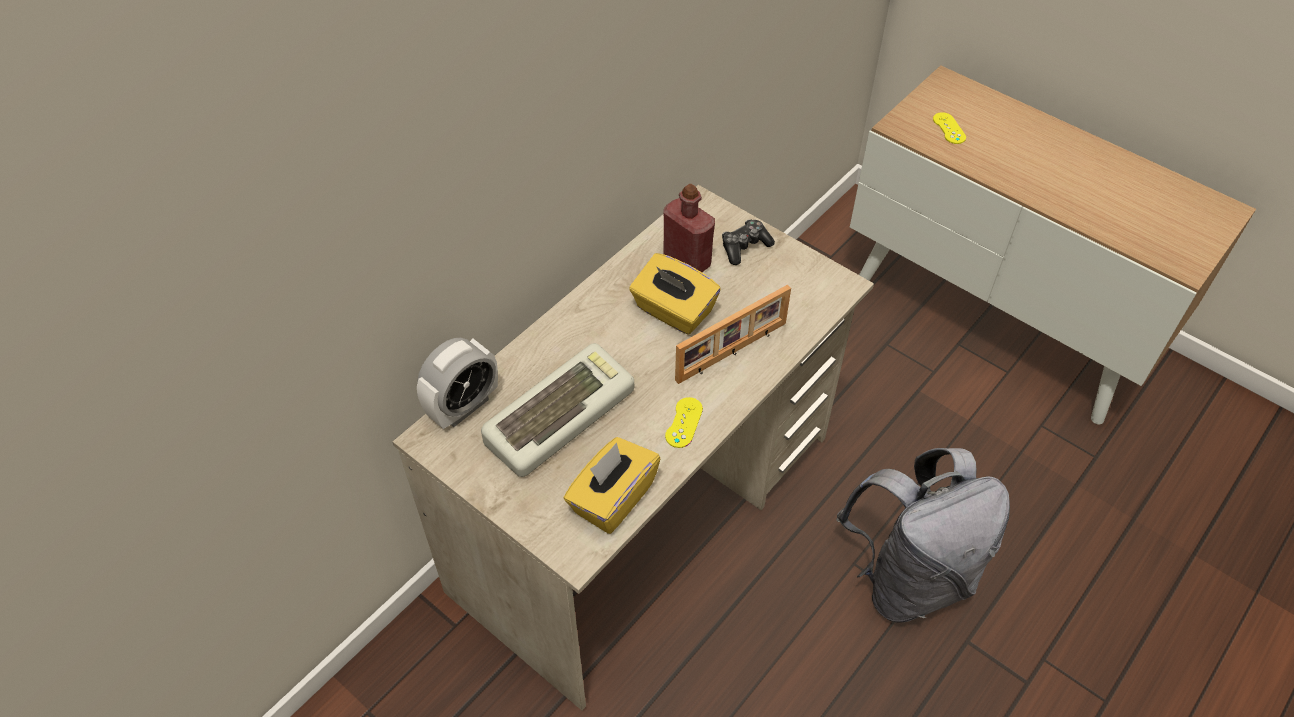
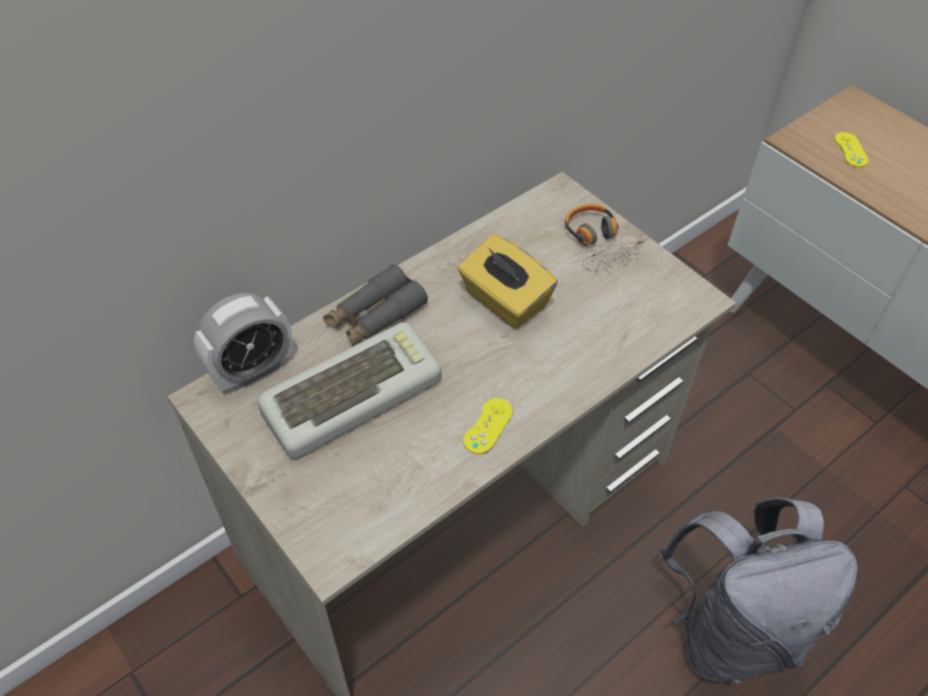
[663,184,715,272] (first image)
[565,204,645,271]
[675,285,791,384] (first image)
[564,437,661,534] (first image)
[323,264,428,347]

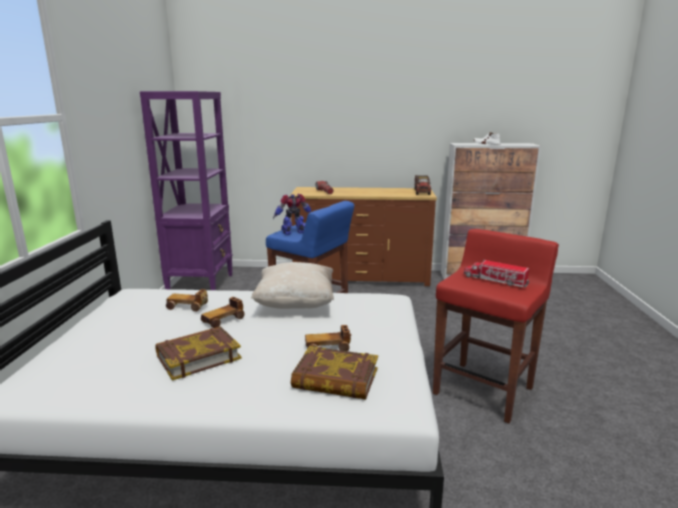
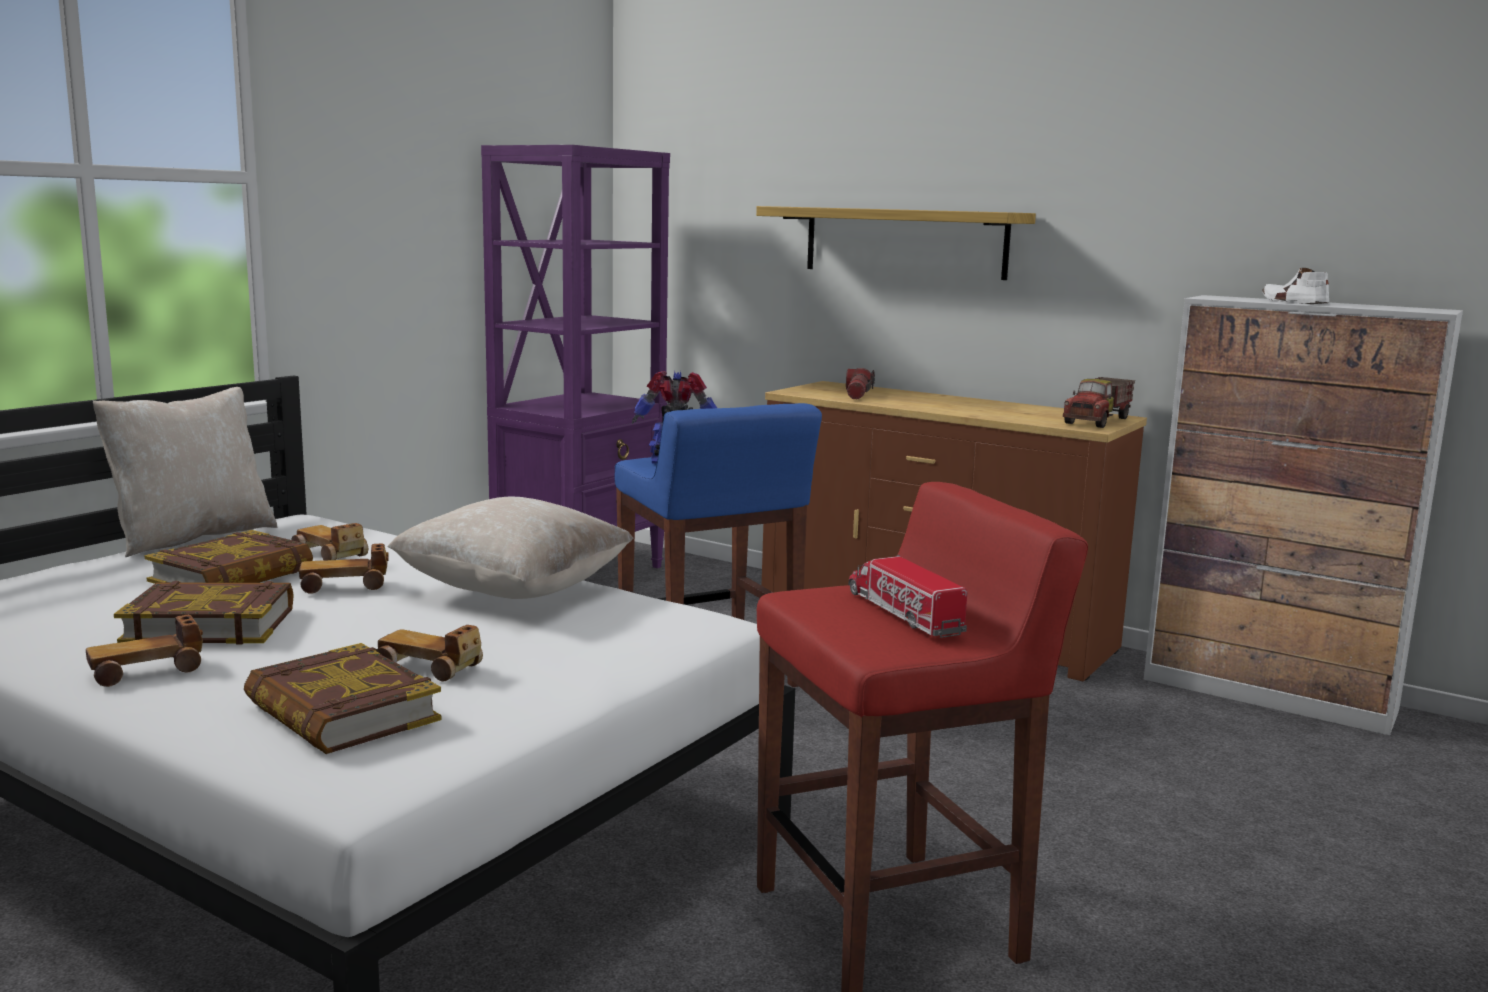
[756,206,1036,280]
[92,387,277,557]
[144,530,313,584]
[86,615,203,687]

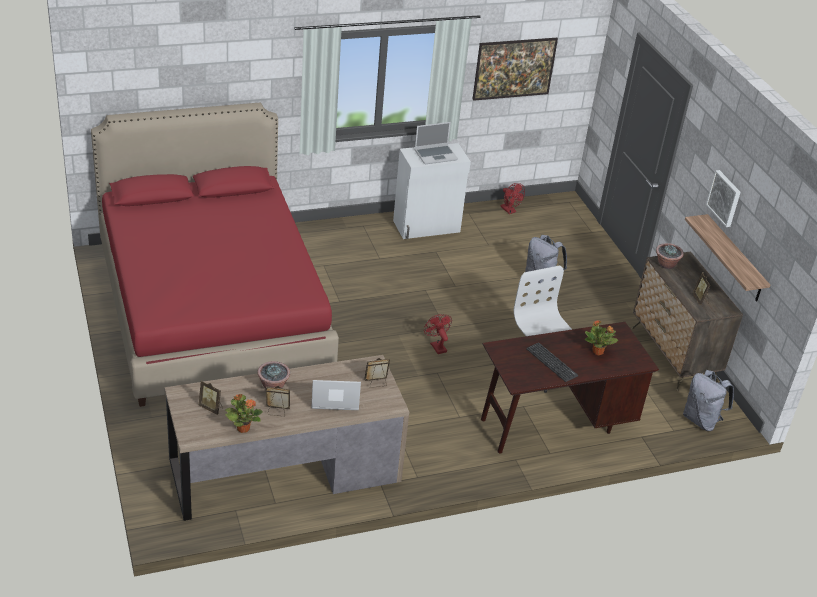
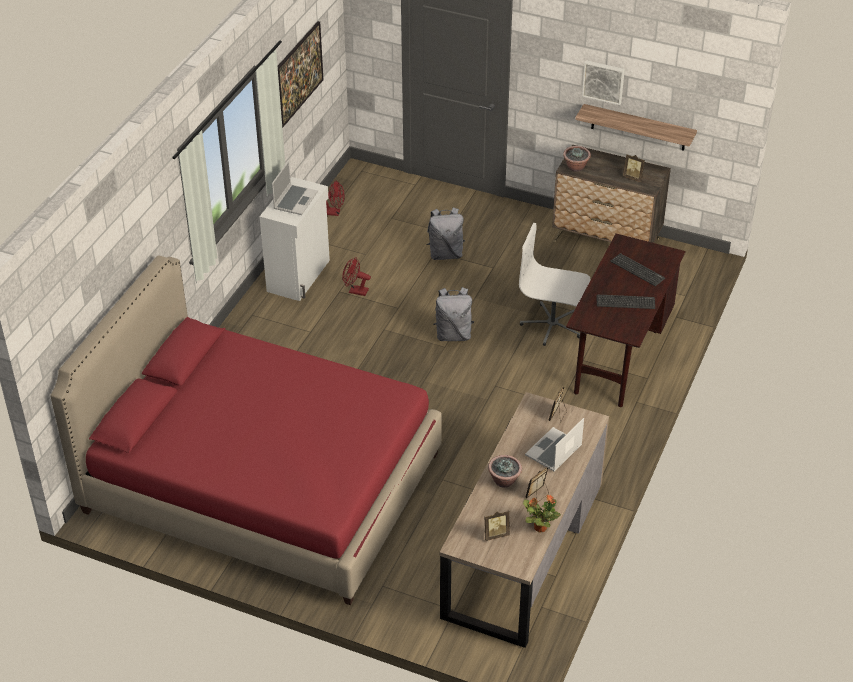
[342,257,371,296]
[610,253,665,286]
[433,287,474,341]

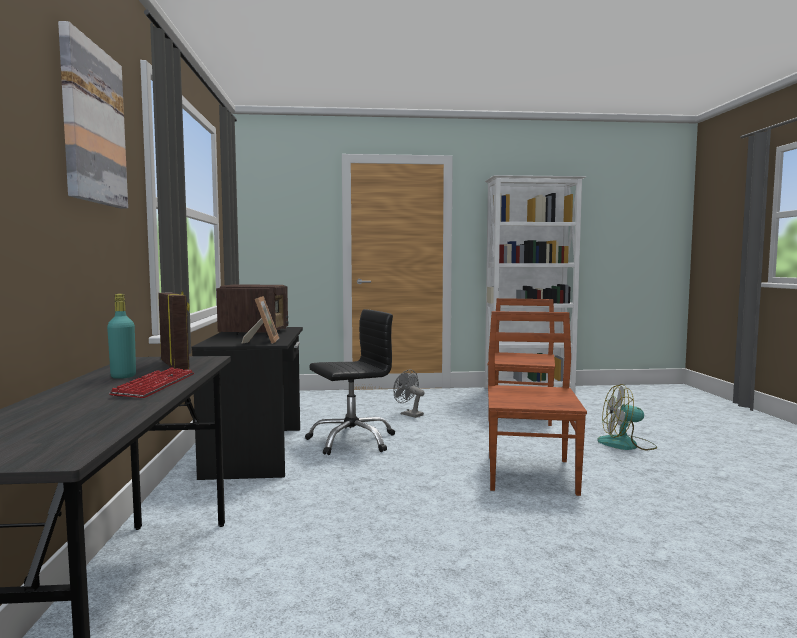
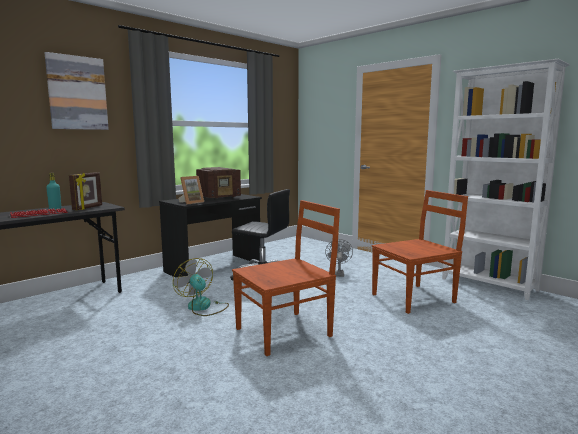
[173,258,229,316]

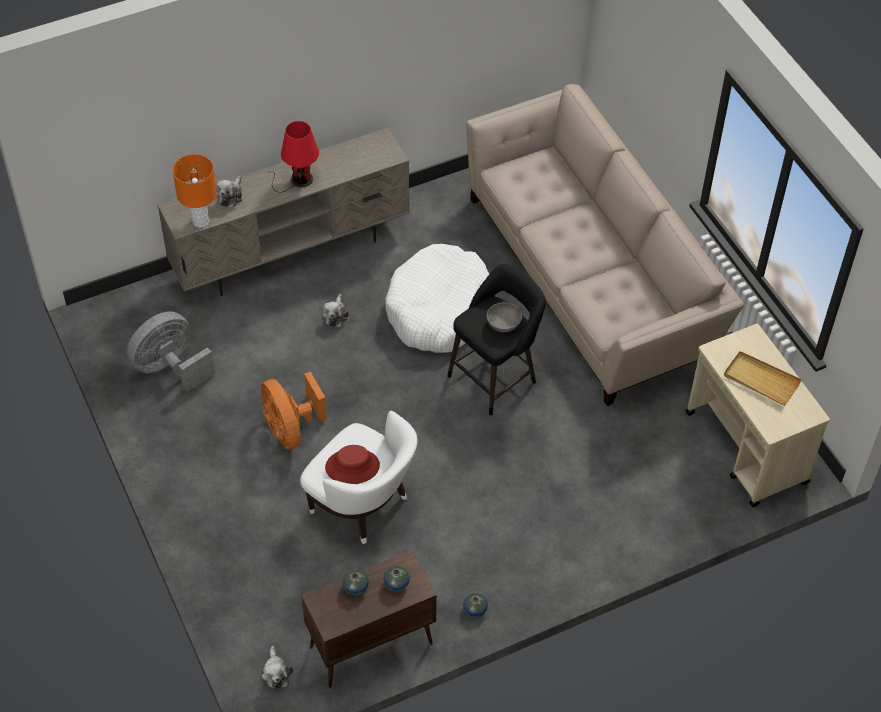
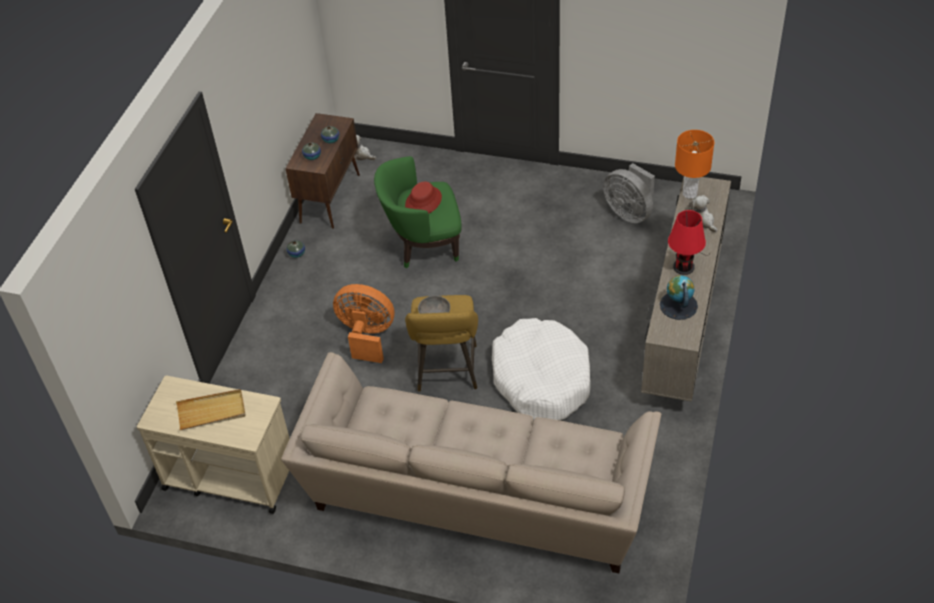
[405,295,478,392]
[323,294,349,327] (first image)
[603,163,655,223]
[333,284,394,363]
[374,156,462,268]
[660,275,698,320]

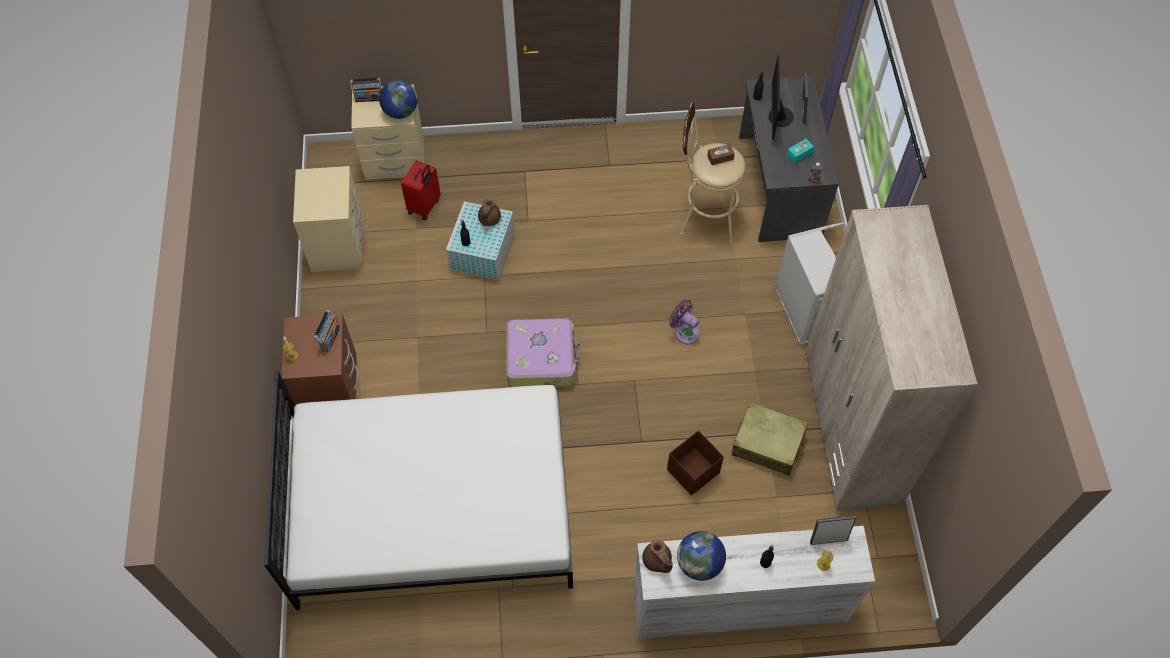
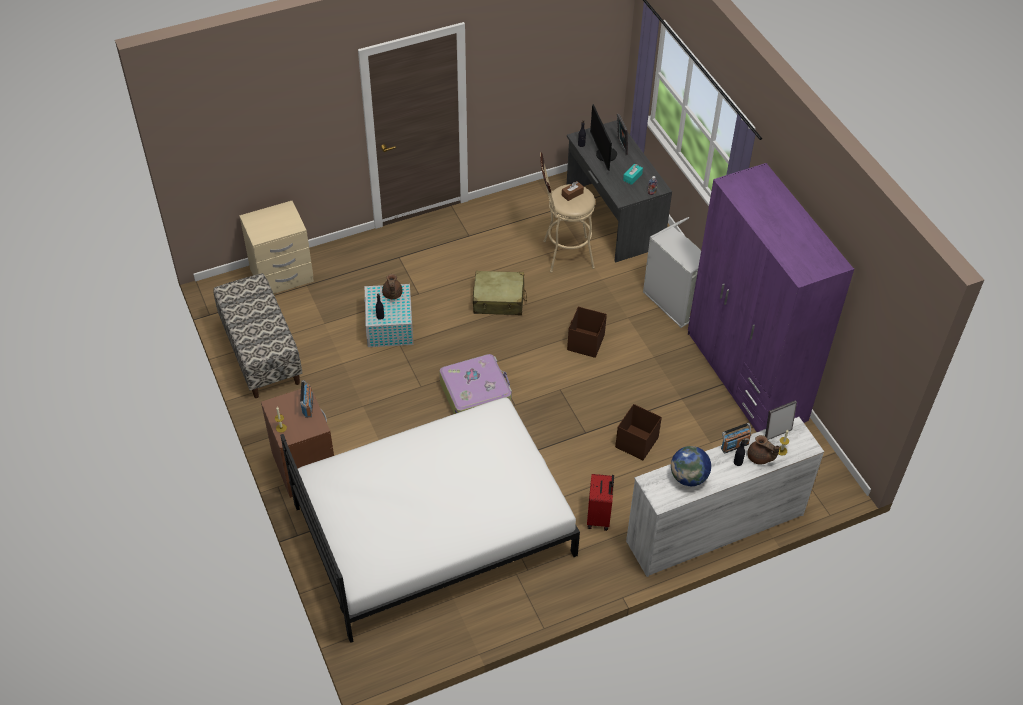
[721,423,751,454]
[379,80,418,119] (first image)
[587,474,614,531]
[213,273,302,398]
[688,163,854,432]
[567,307,607,358]
[473,271,527,315]
[747,435,780,465]

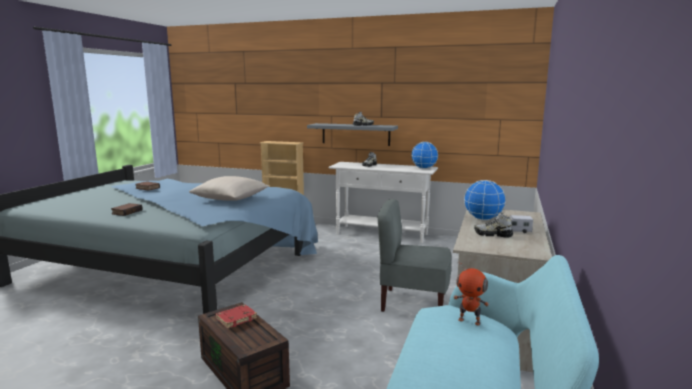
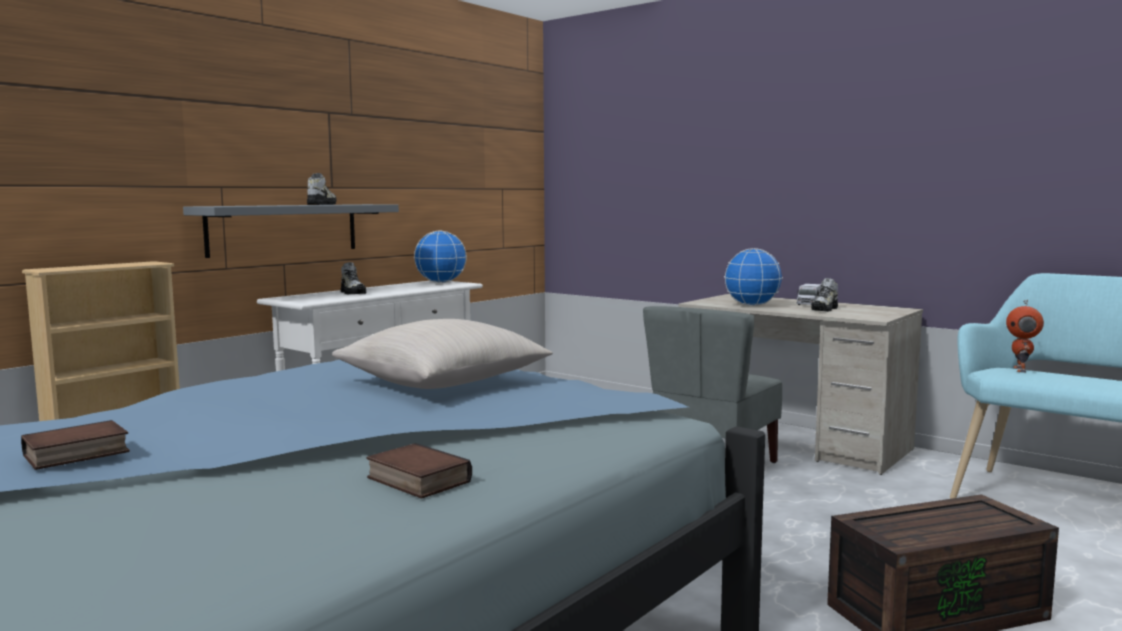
[1006,299,1044,373]
[216,304,257,329] (first image)

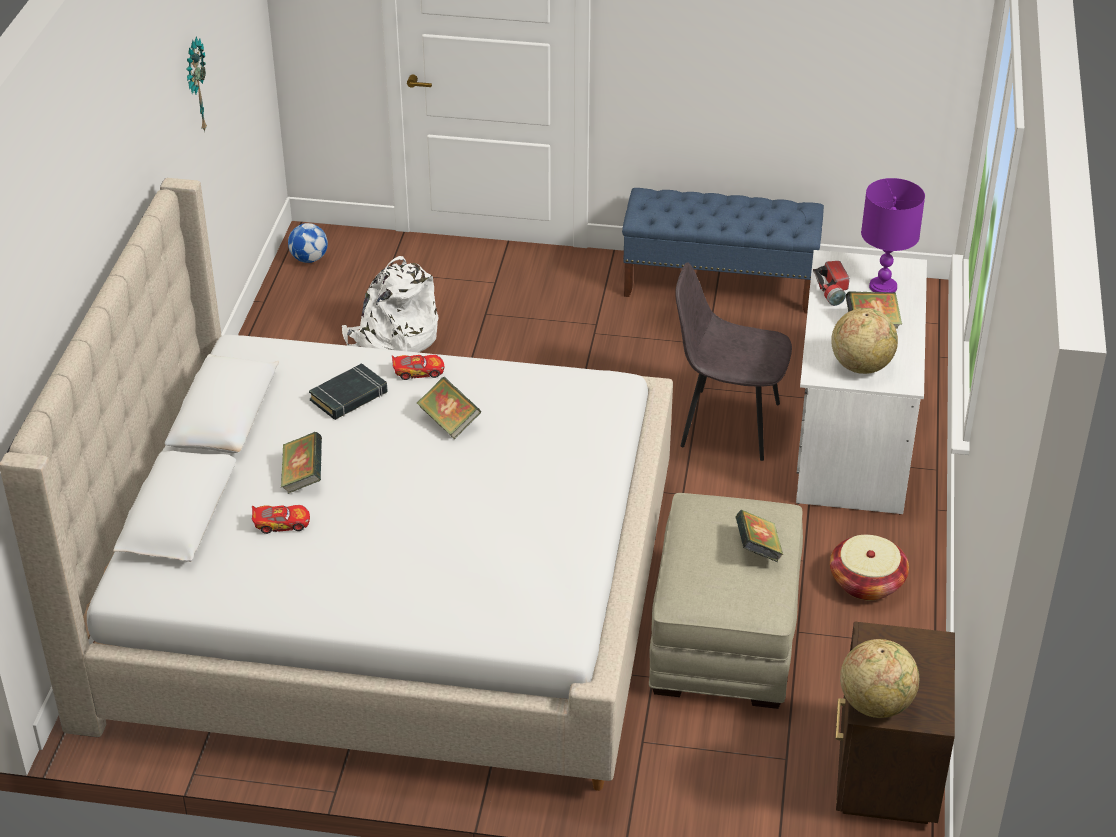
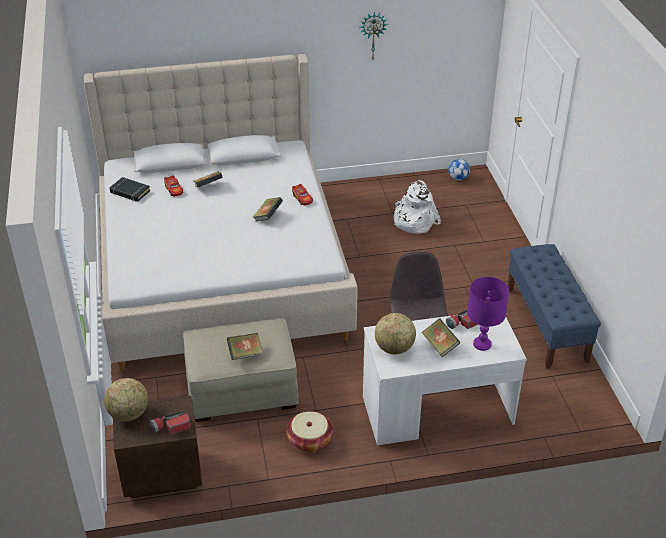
[109,177,150,202]
[150,411,191,434]

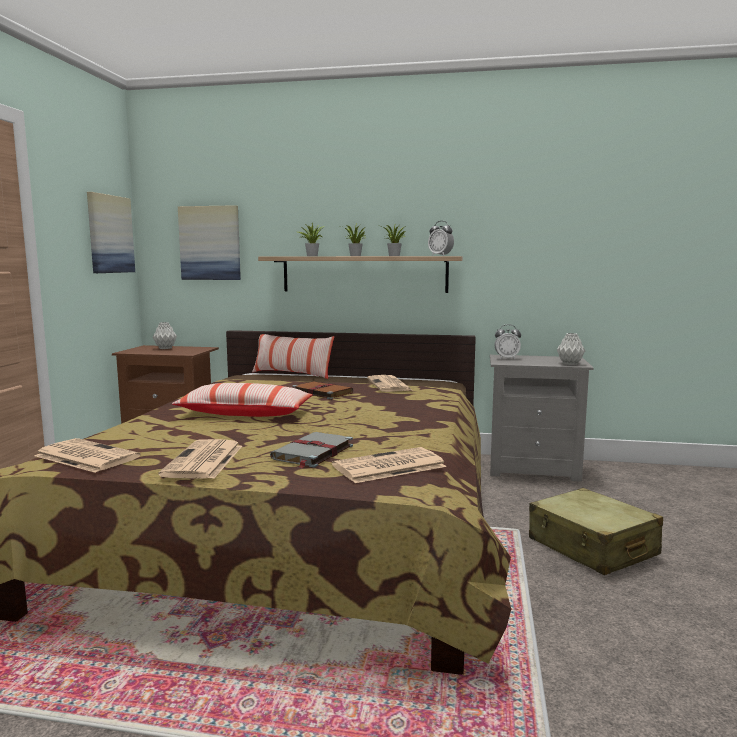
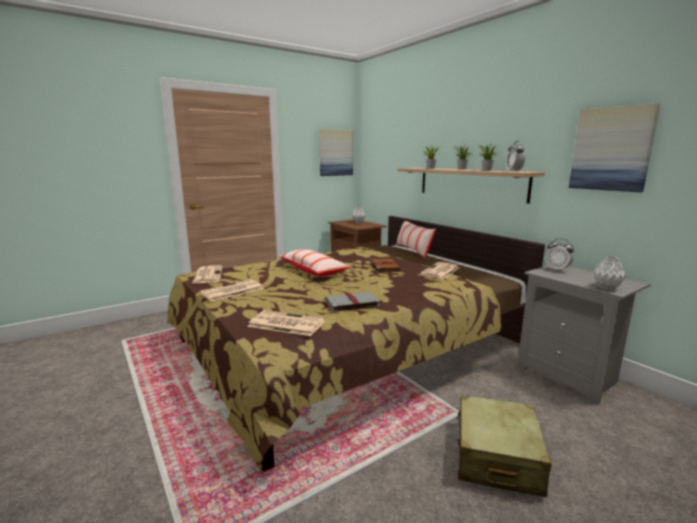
[569,103,661,192]
[325,292,380,312]

